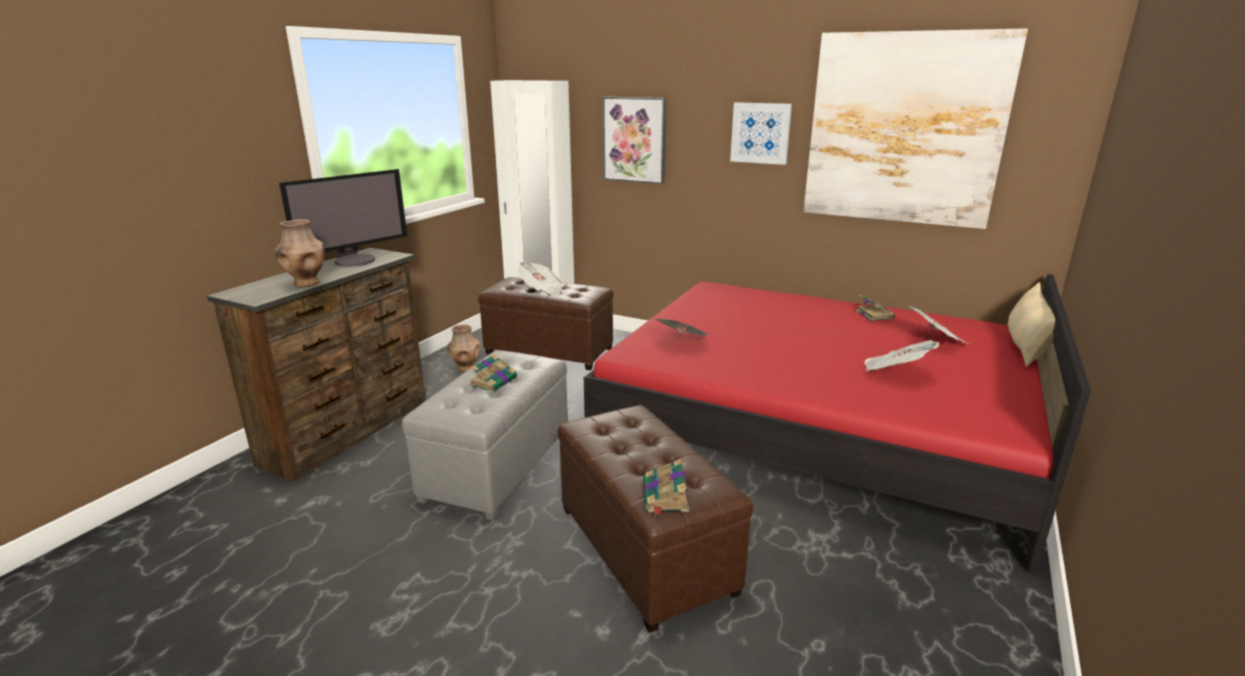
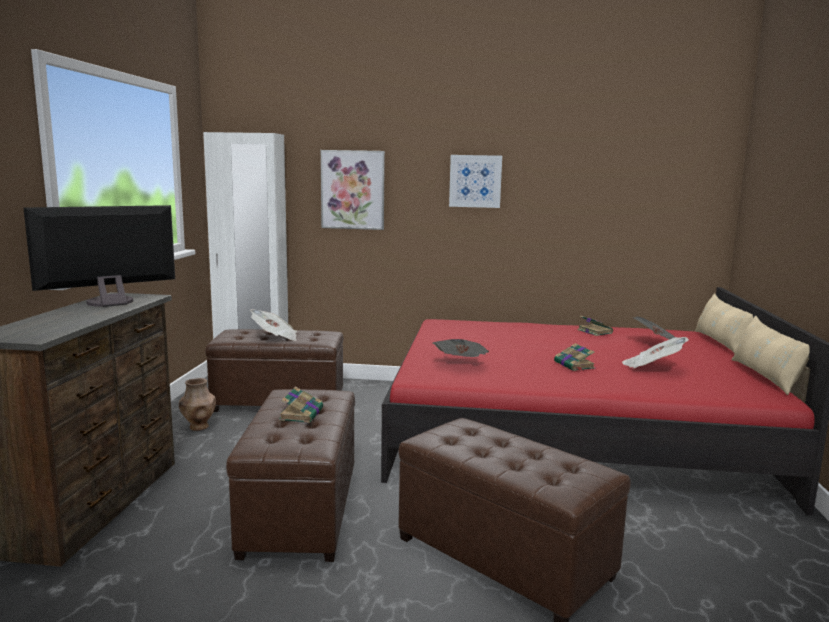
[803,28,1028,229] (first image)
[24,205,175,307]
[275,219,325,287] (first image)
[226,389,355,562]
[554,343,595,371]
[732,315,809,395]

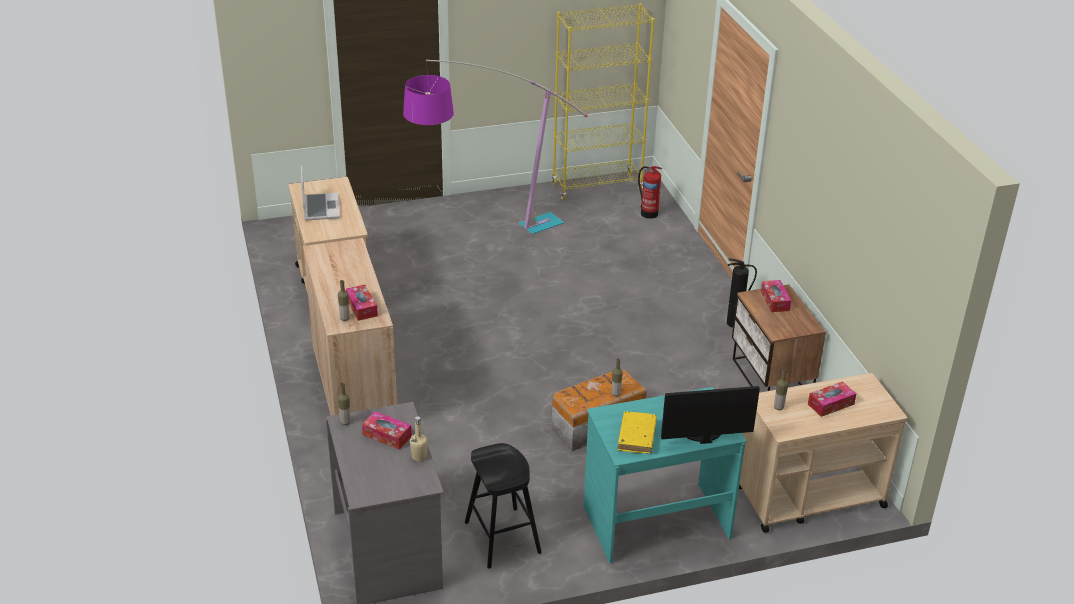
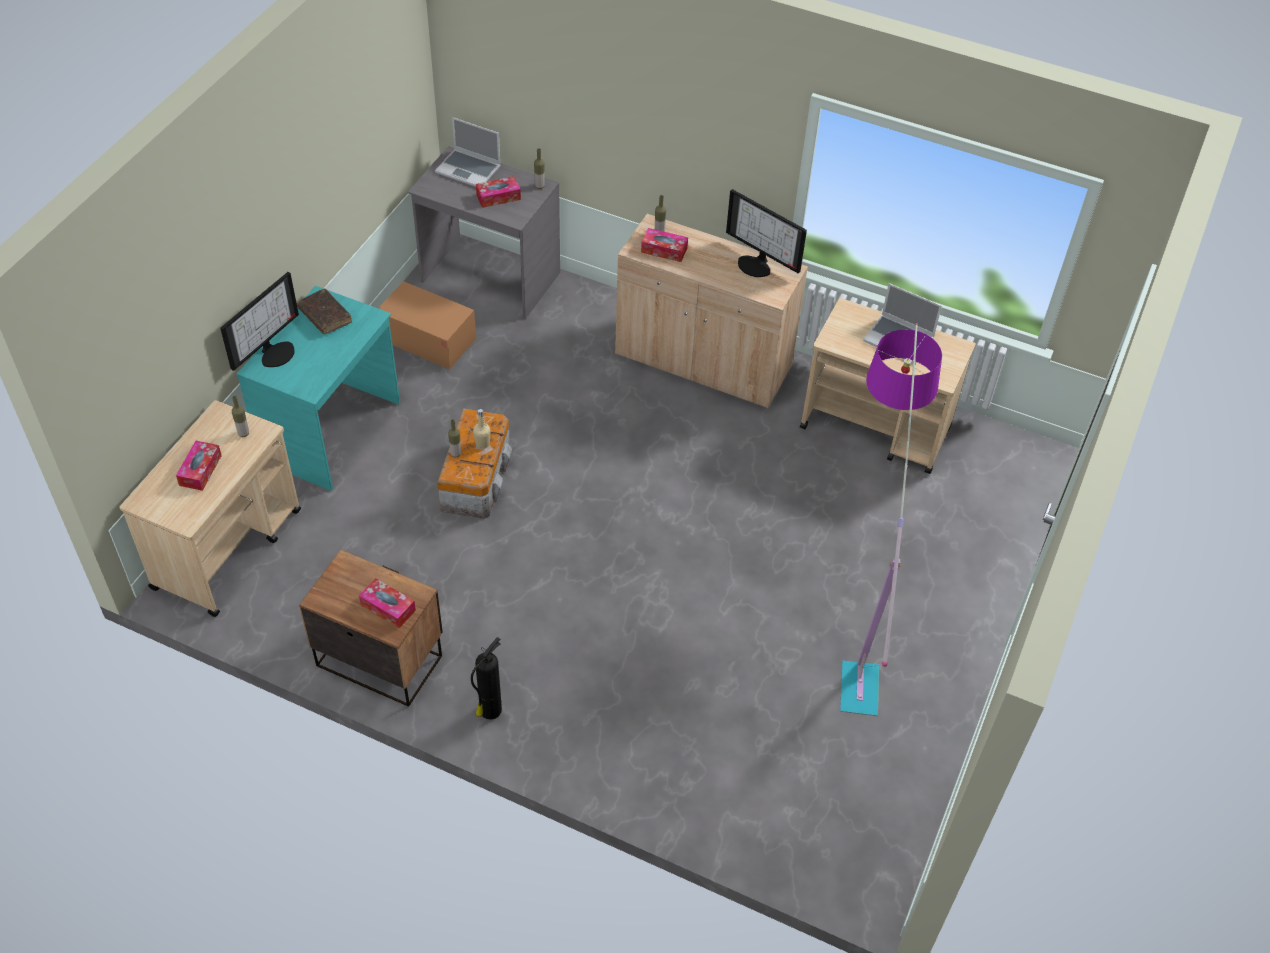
[552,3,655,200] (first image)
[638,166,662,219] (first image)
[297,288,352,334]
[473,409,491,449]
[378,281,476,369]
[435,117,501,187]
[726,189,807,277]

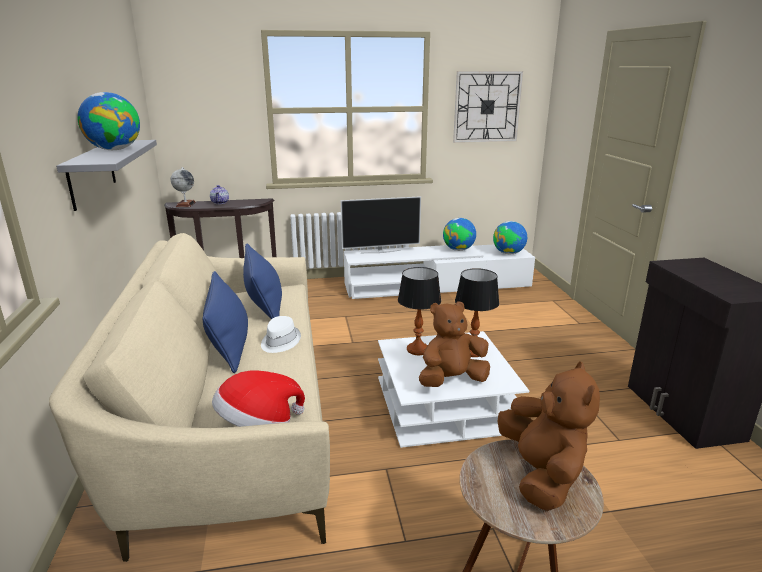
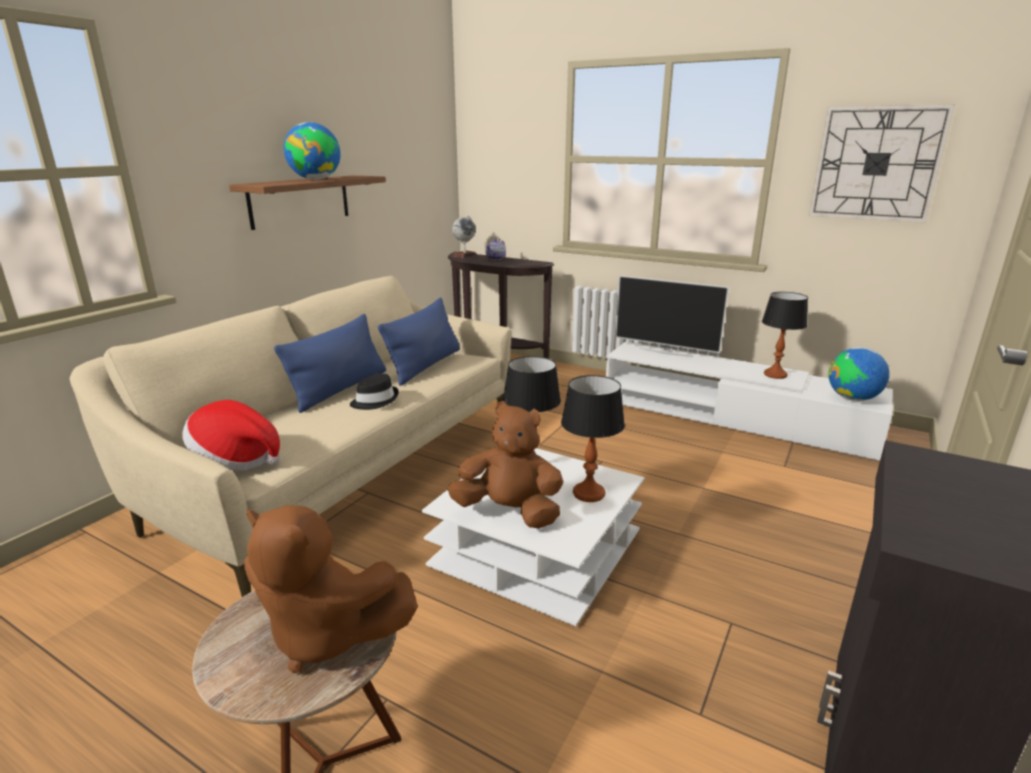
[229,175,386,230]
[762,292,808,379]
[350,373,399,410]
[244,505,418,673]

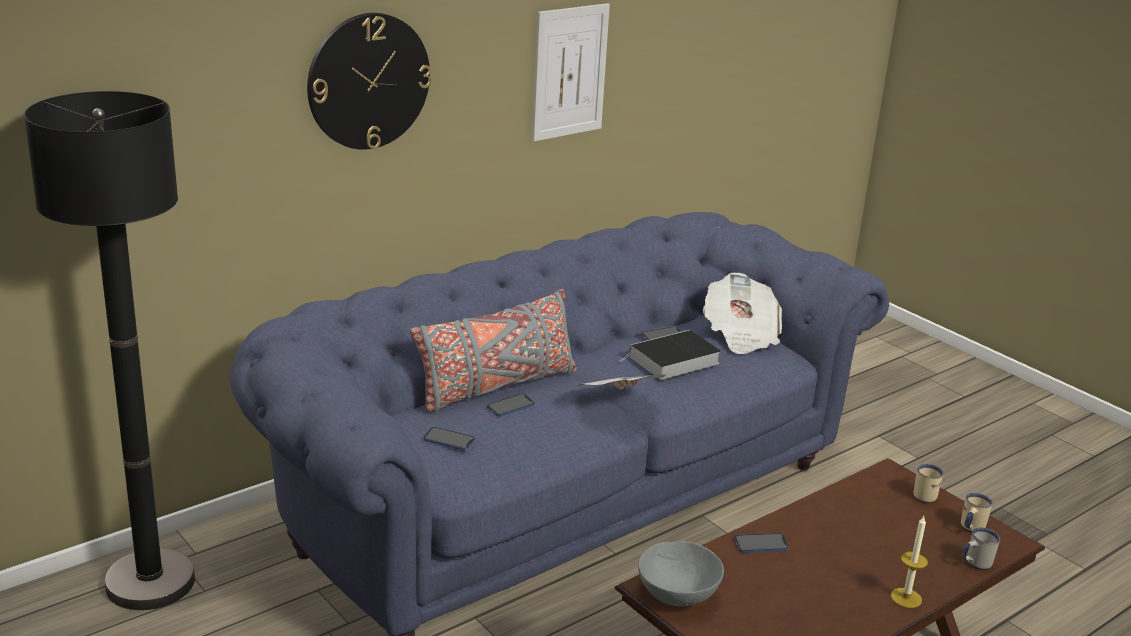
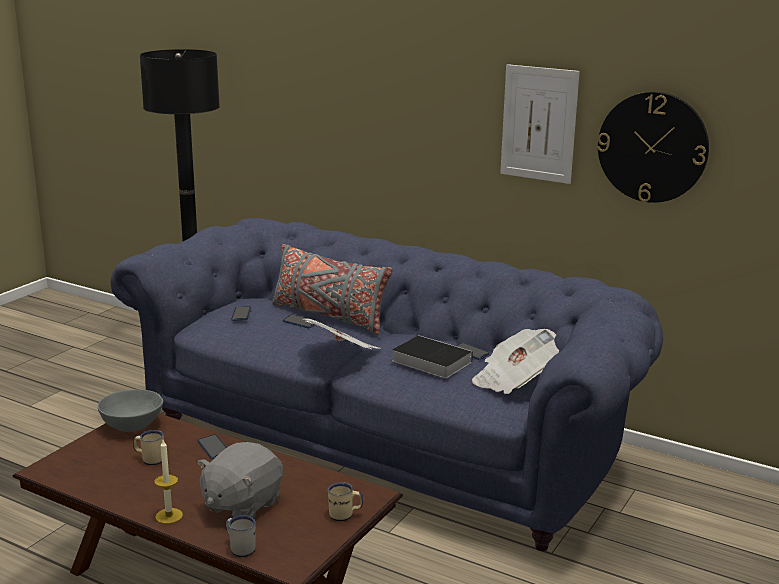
[597,92,709,203]
[133,430,164,465]
[197,442,283,518]

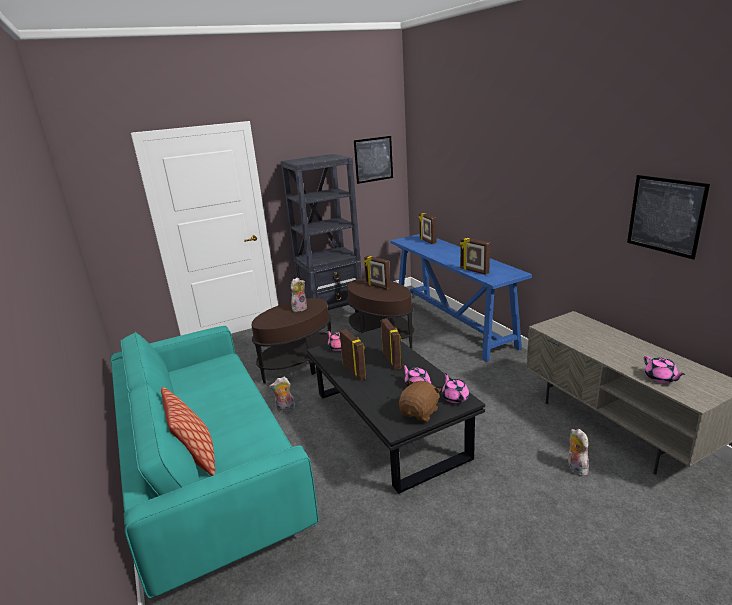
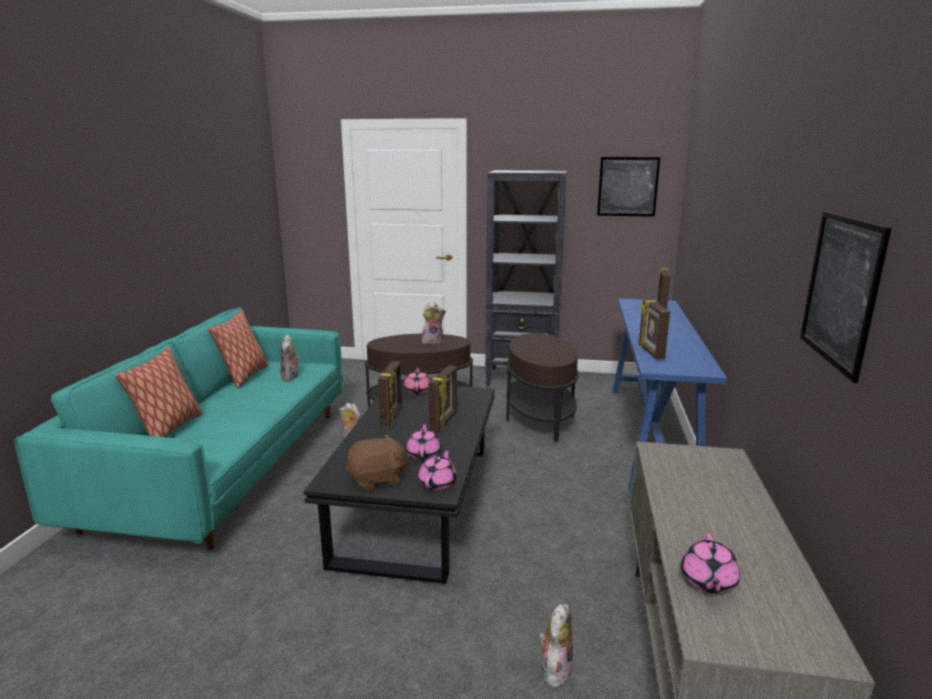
[364,256,391,289] (first image)
[208,311,268,388]
[280,334,300,381]

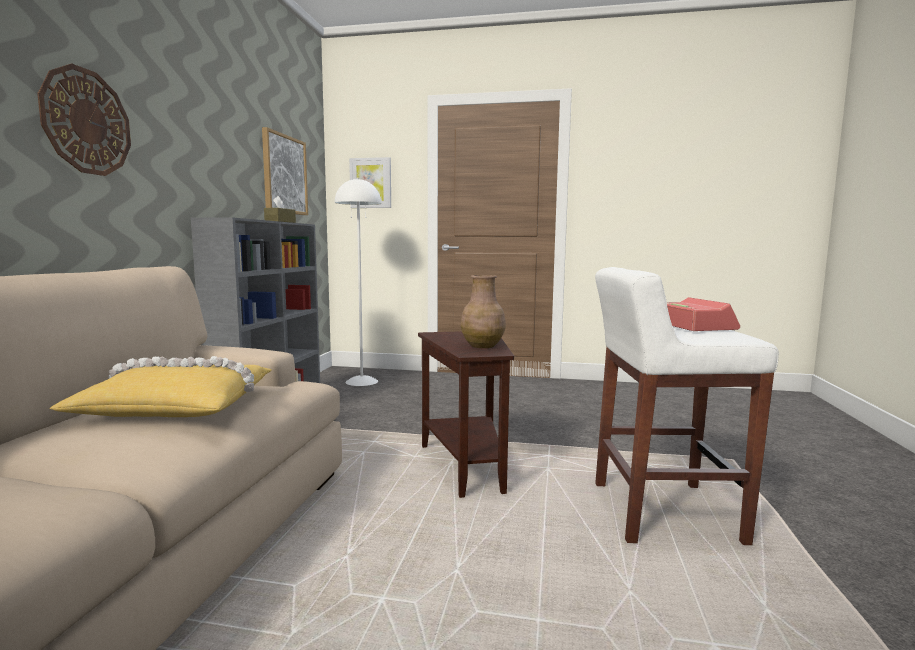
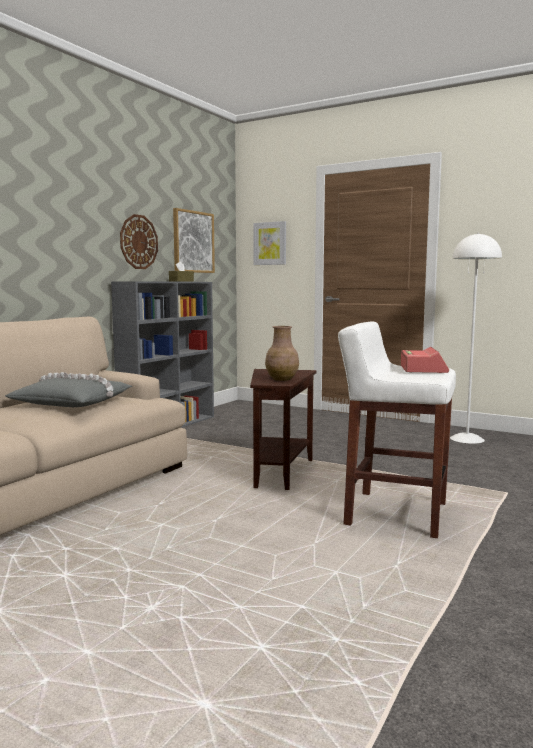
[120,214,158,269]
[450,233,502,444]
[5,372,133,407]

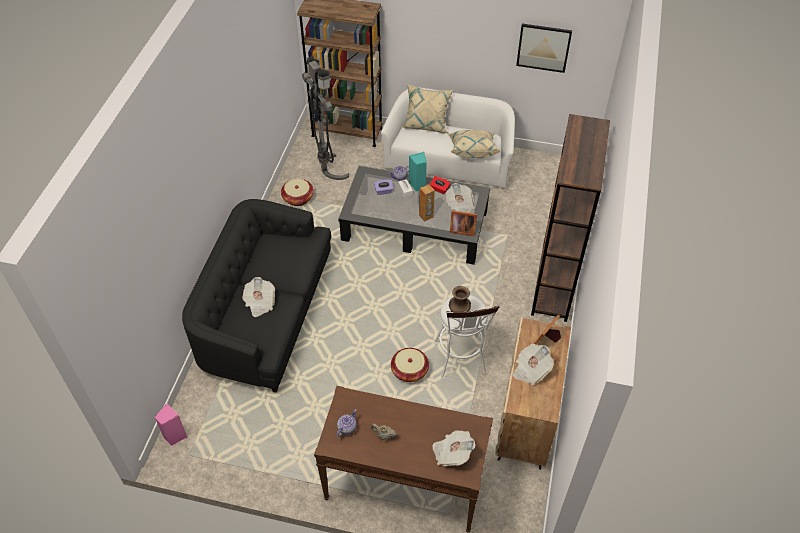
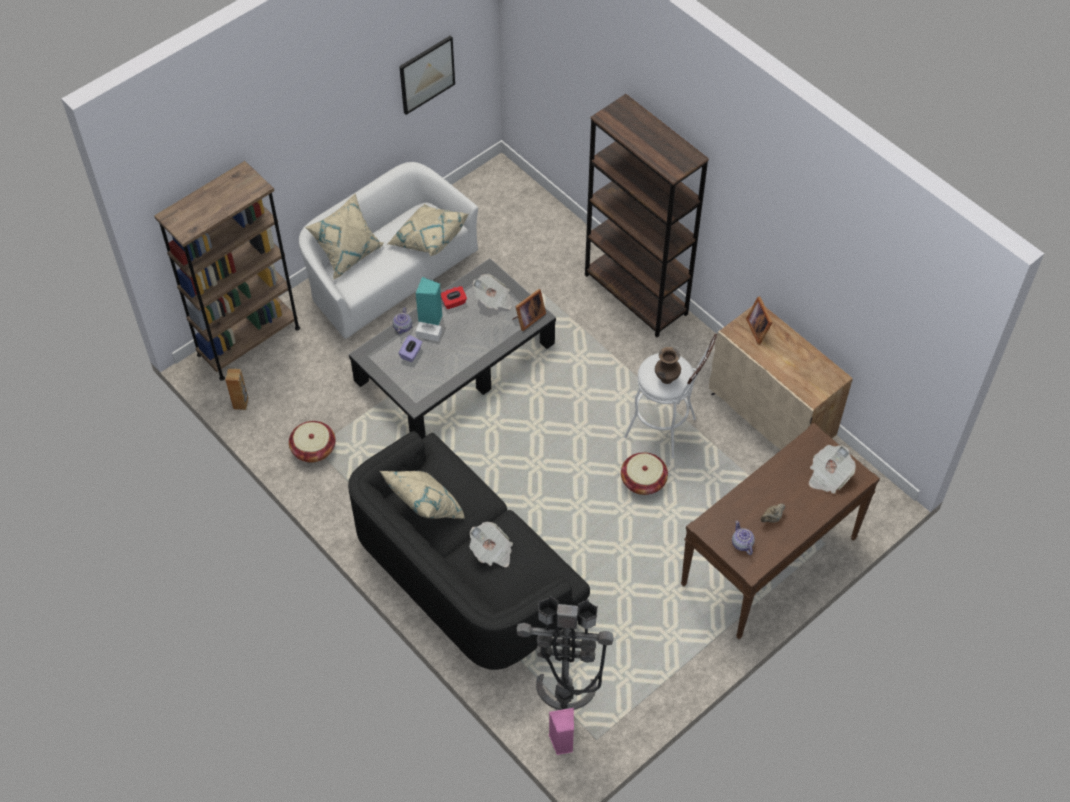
[517,595,613,710]
[225,369,248,410]
[513,344,554,385] (first image)
[380,471,464,519]

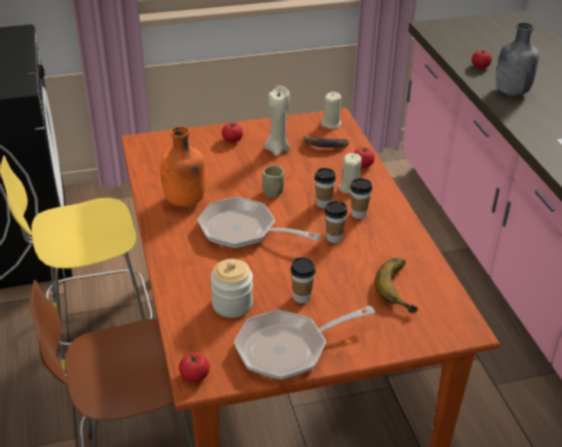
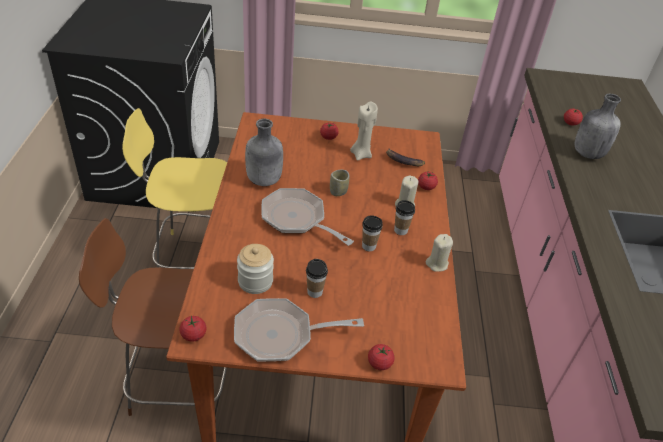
[426,234,453,272]
[245,119,283,186]
[314,168,336,208] (first image)
[375,258,418,313] (first image)
[368,344,395,370]

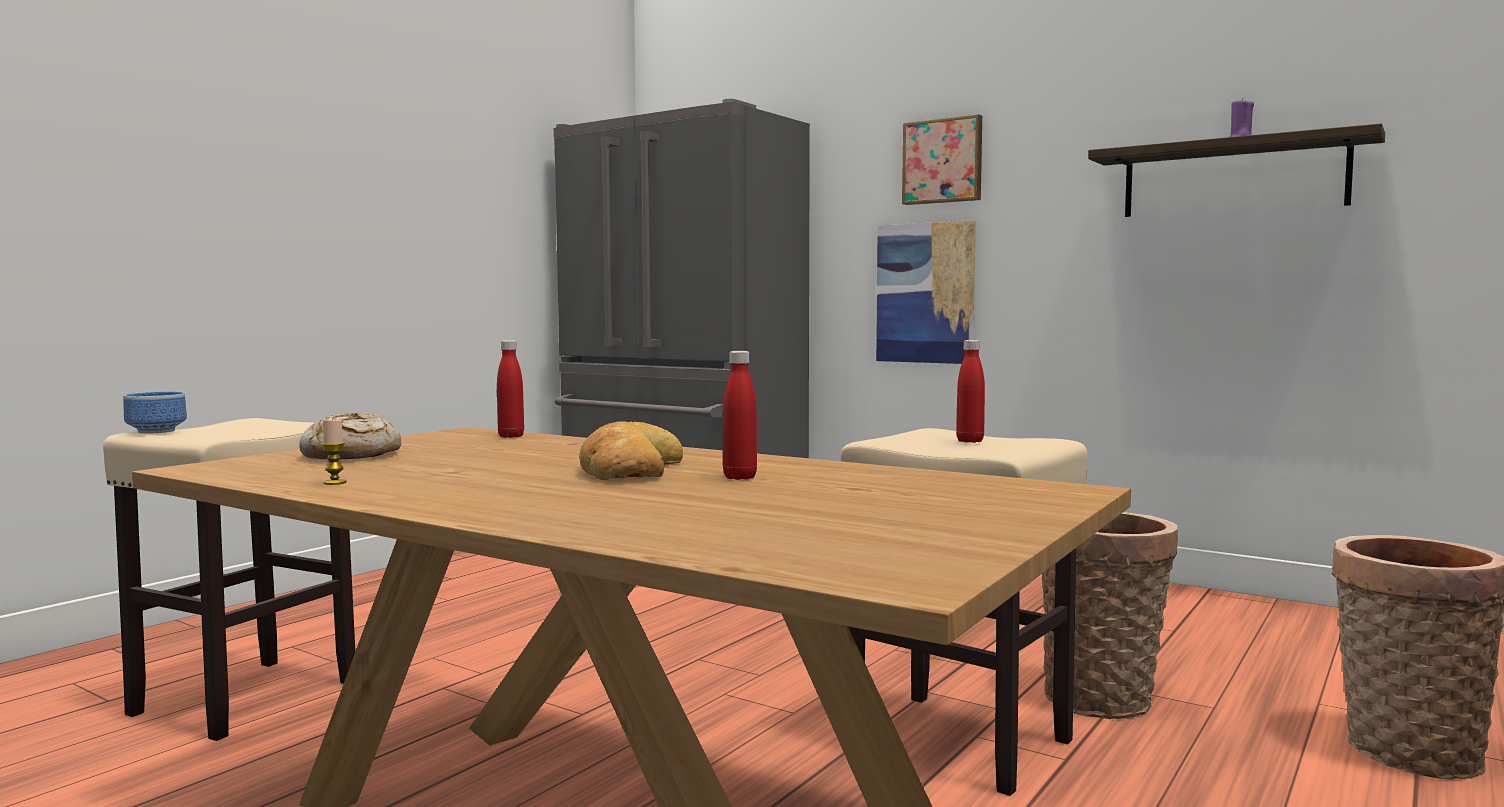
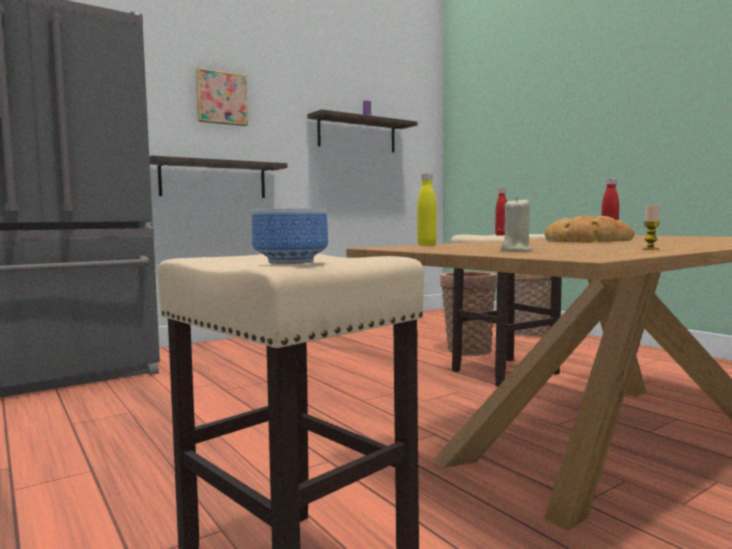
[149,155,287,198]
[417,173,437,246]
[500,197,532,251]

